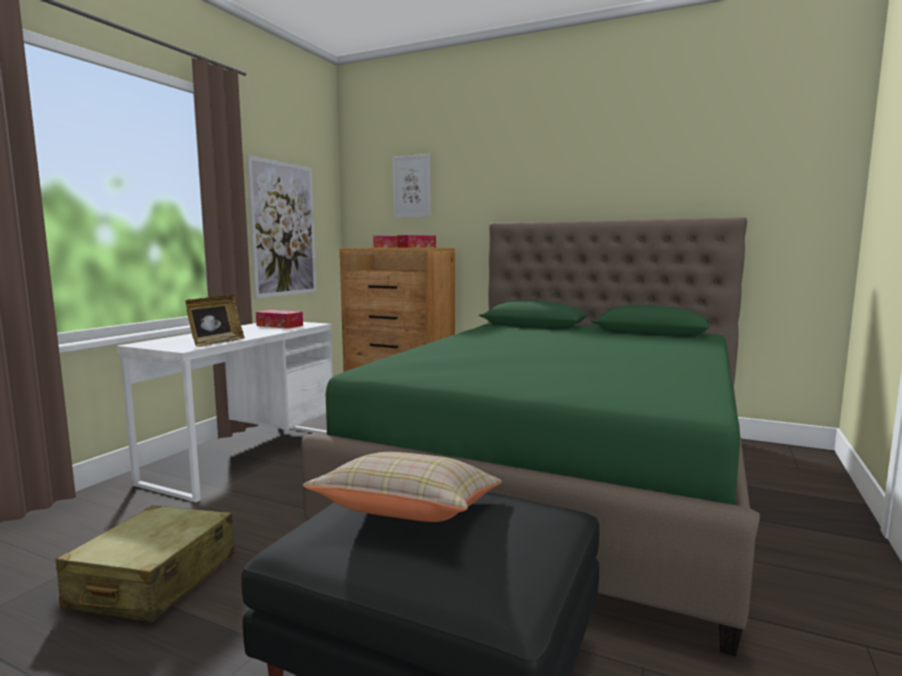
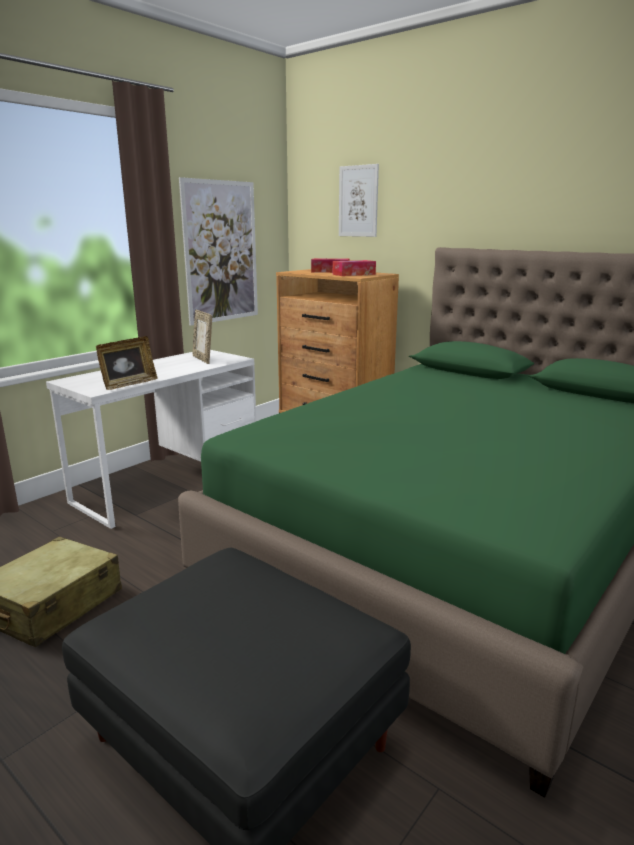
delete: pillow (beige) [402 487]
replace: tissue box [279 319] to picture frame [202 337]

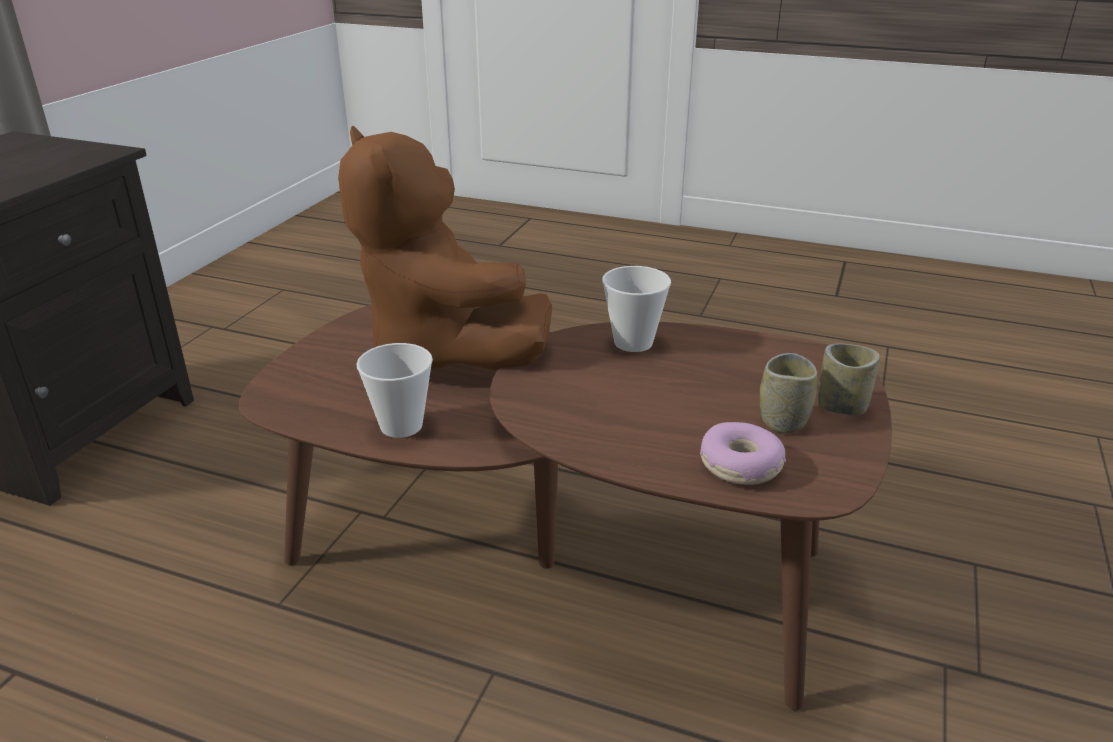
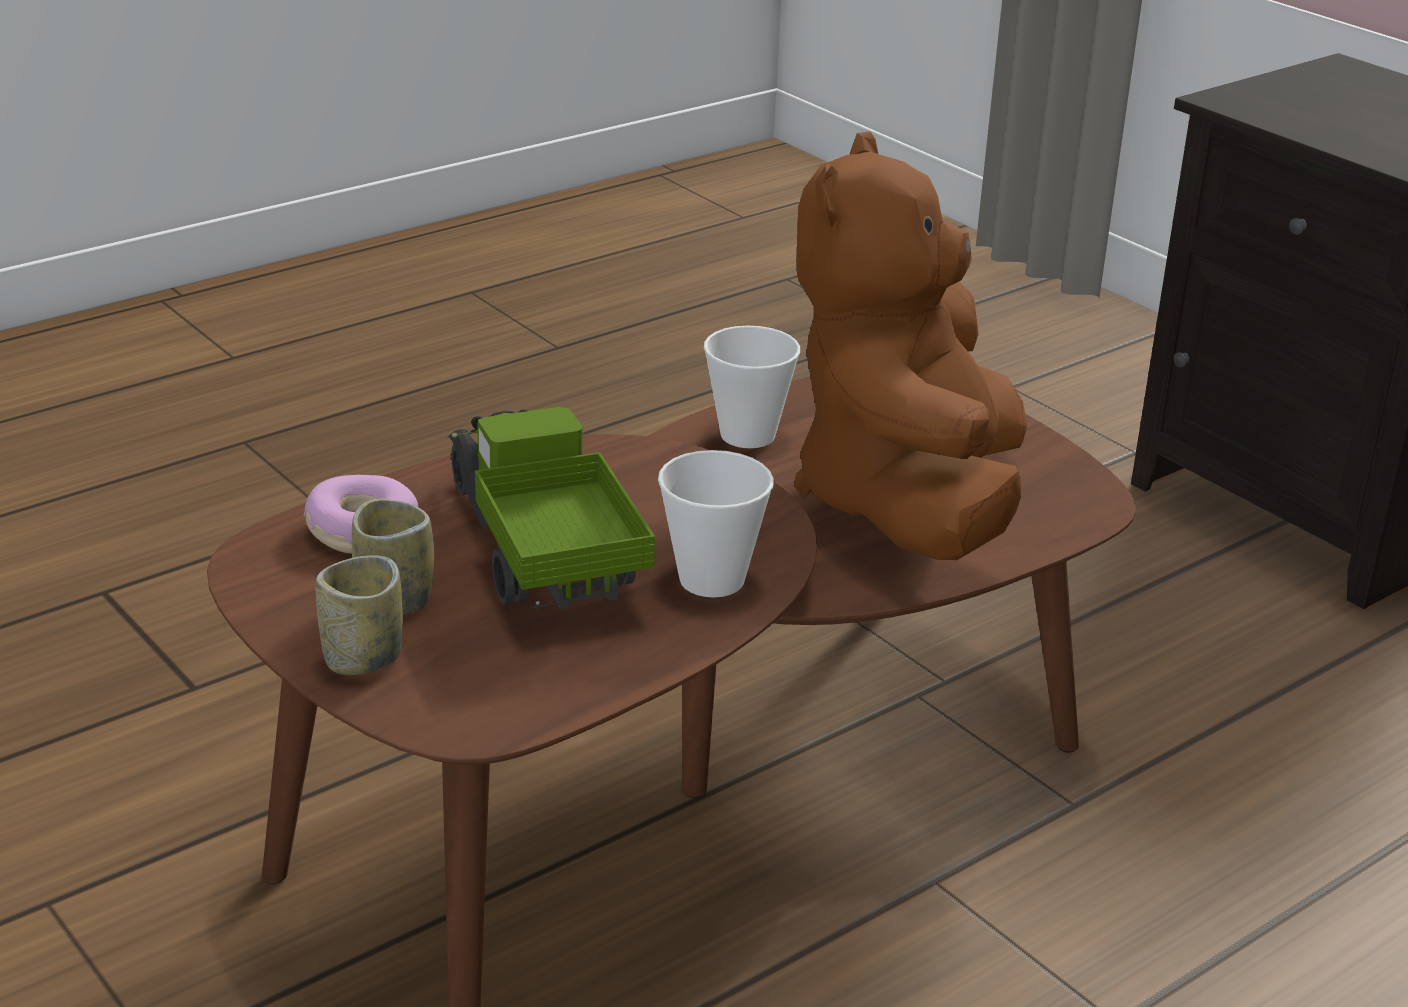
insert: toy truck [551 509]
rotate: plush toy (brown) [445 247] = [910 345] 75 degrees counterclockwise

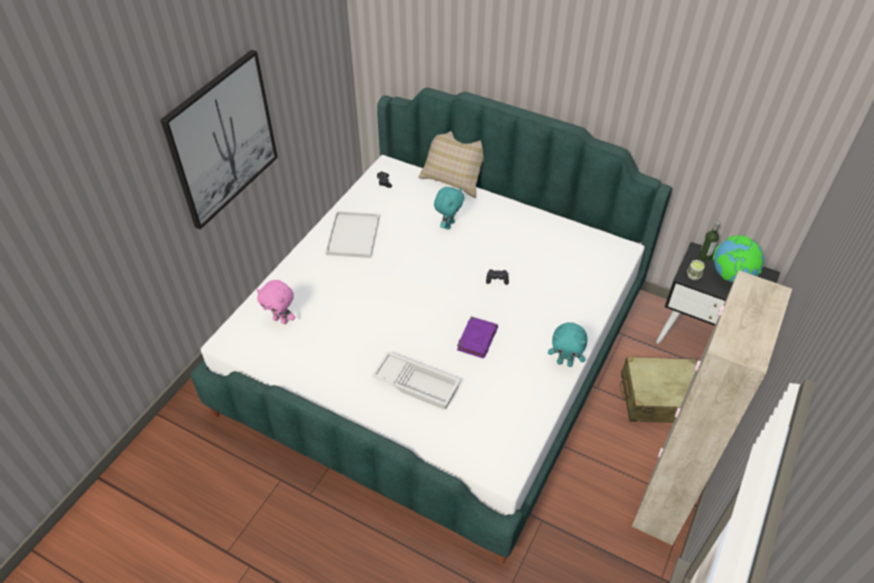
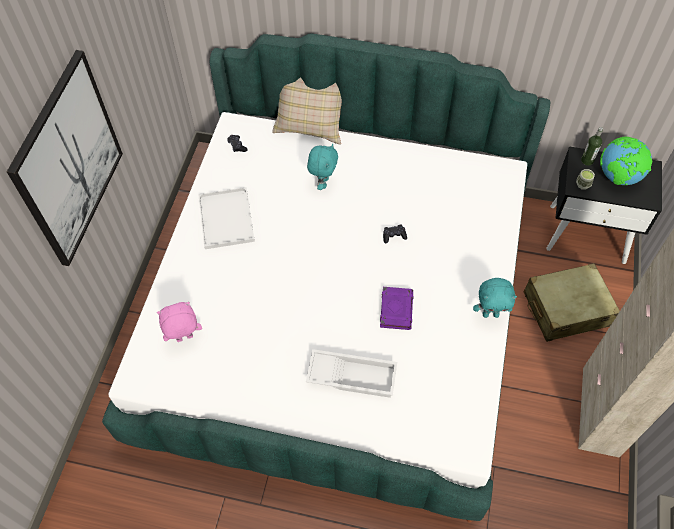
rotate: plush toy (pink) [275 302] = [179 322] 150 degrees clockwise

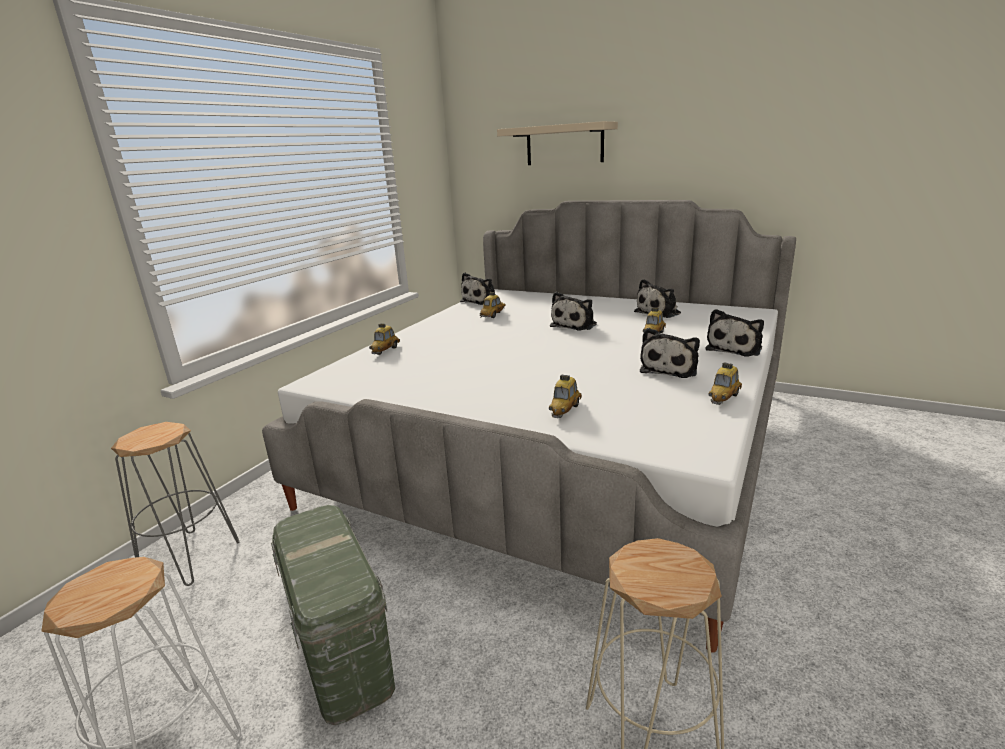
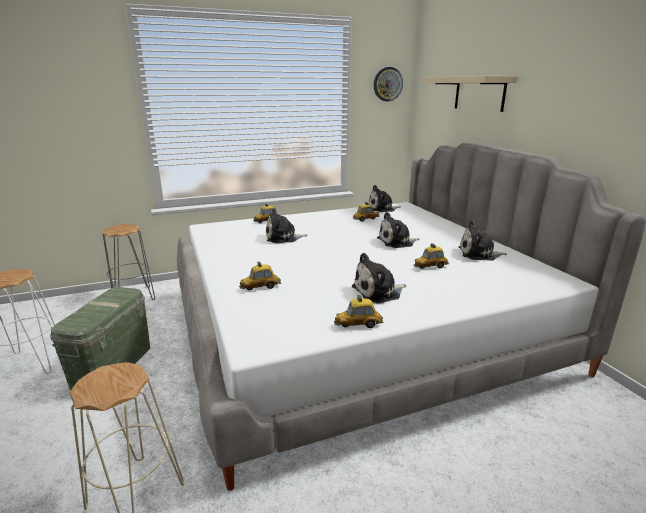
insert: wall clock [388 84]
move: plush toy [734 333] to [287 225]

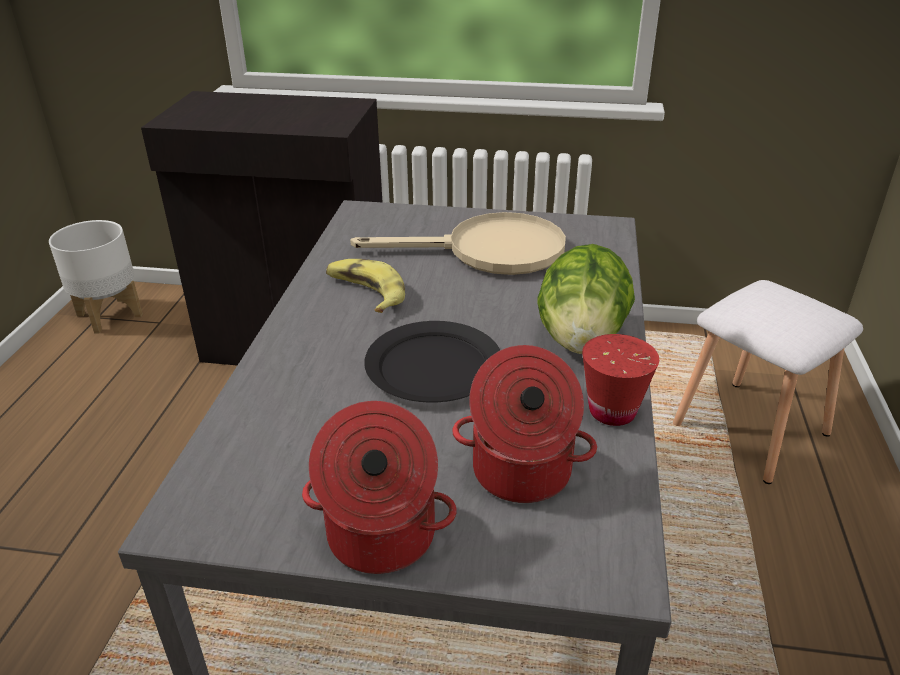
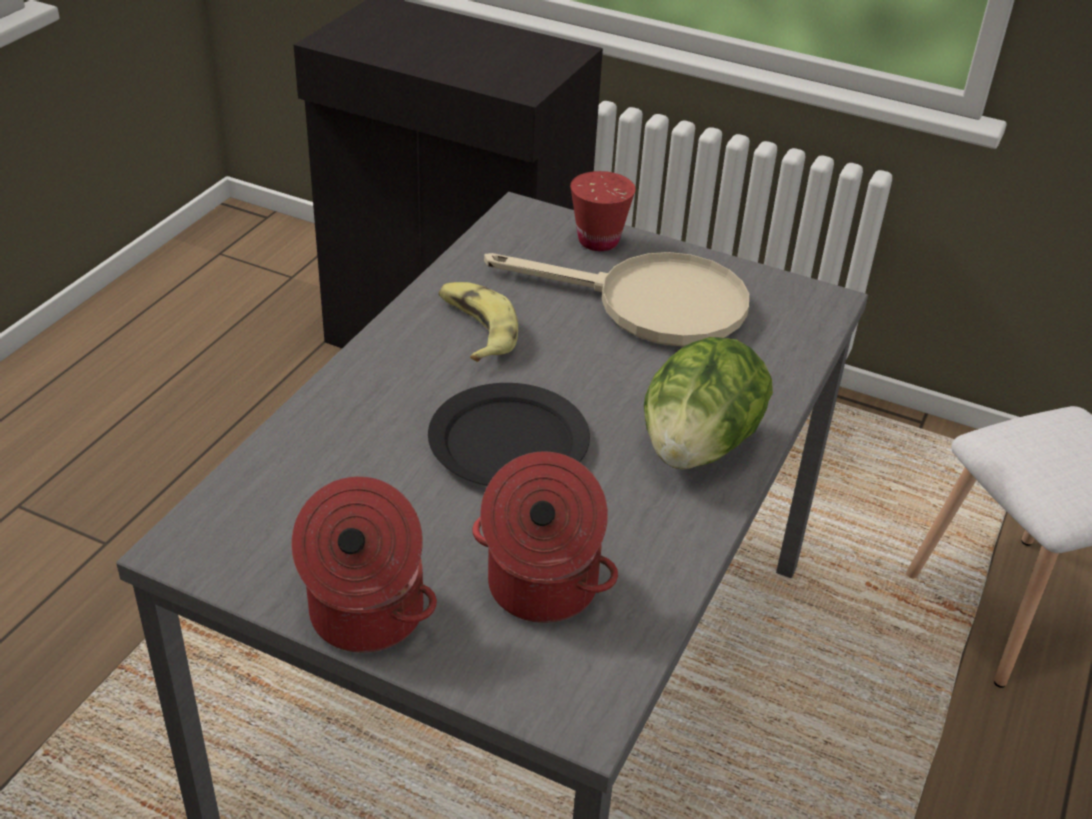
delete: planter (white) [96 276]
move: cup (red) [620 380] to [603 211]

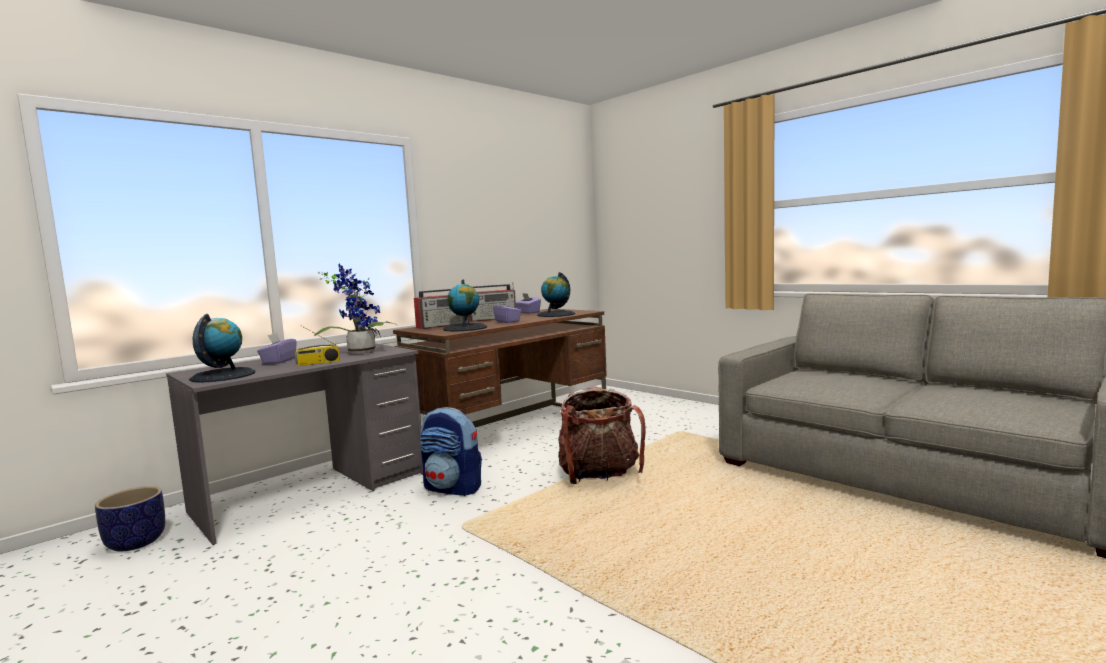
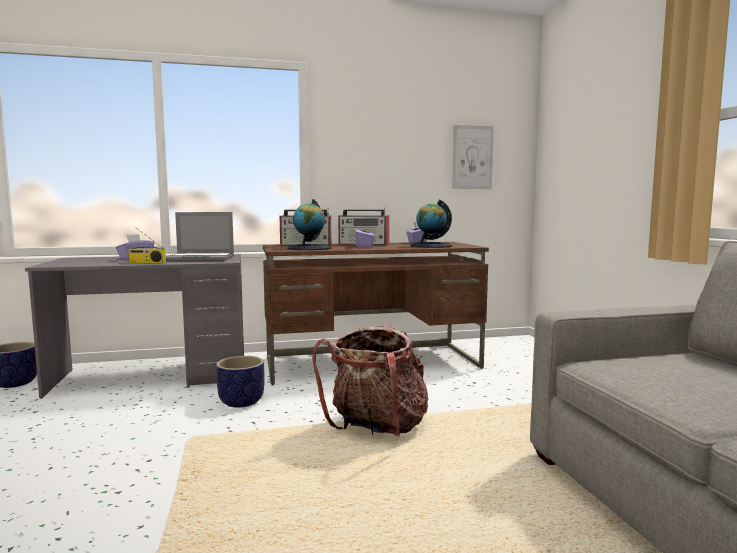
delete: globe [222 348]
insert: picture [473 157]
replace: potted plant [355 308] to laptop [200 237]; backpack [451 451] to planter [240 382]

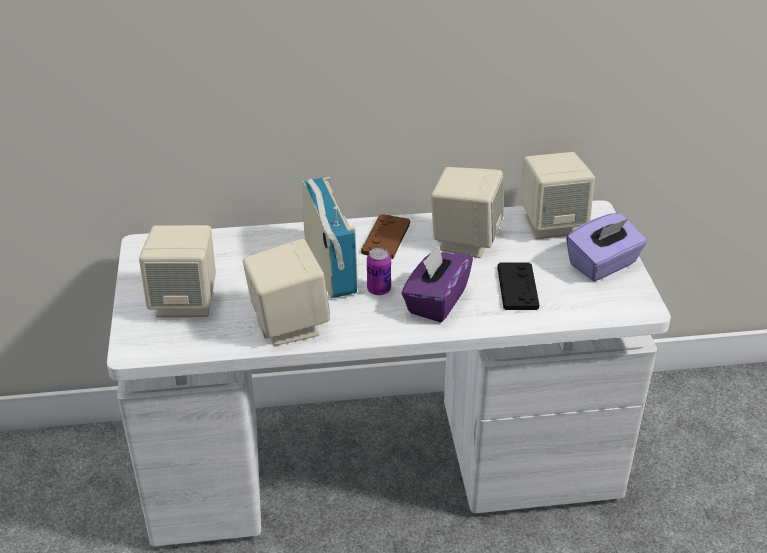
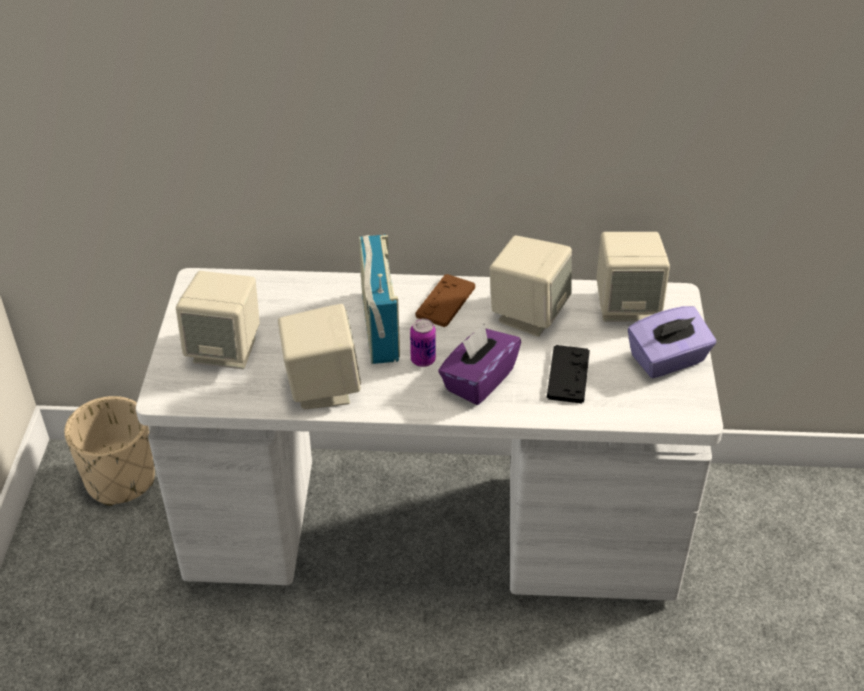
insert: planter (beige) [109 451]

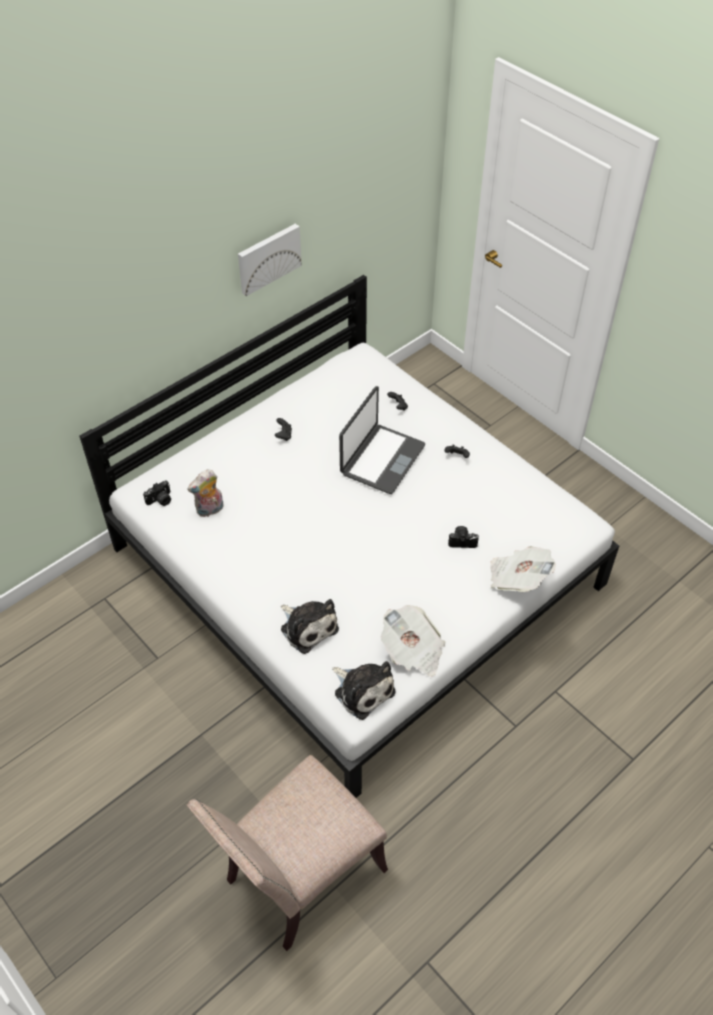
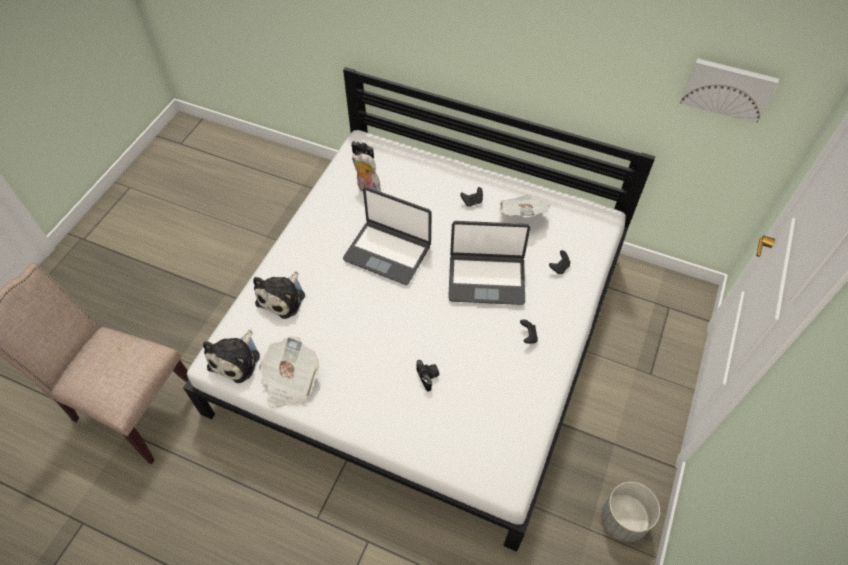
insert: laptop [387 236]; planter (grey) [630 512]
move: picture [270 260] to [729 91]; newspaper [523 569] to [524 206]

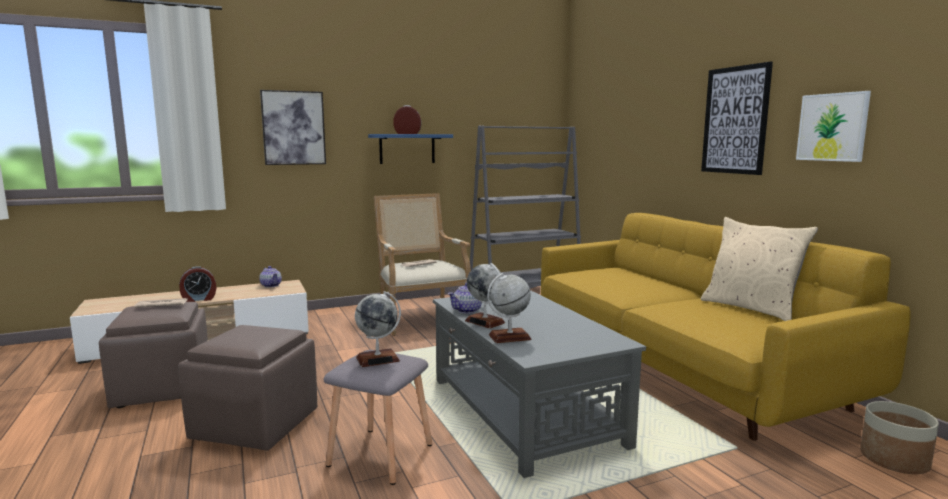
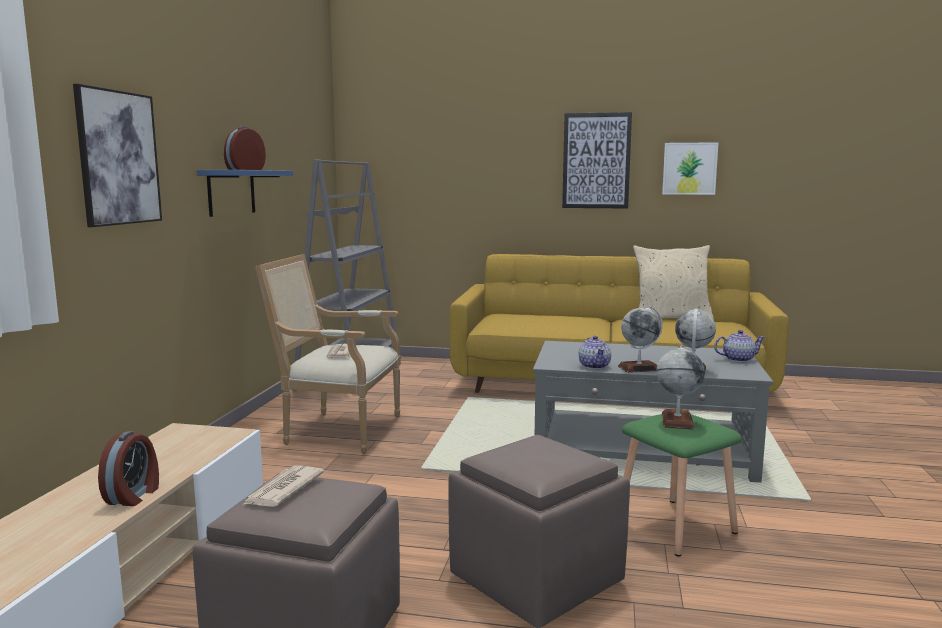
delete: planter [899 437]
move: teapot [270 277] to [739 346]
recolor: stool (grey) [378 417] to stool (green) [682 485]

